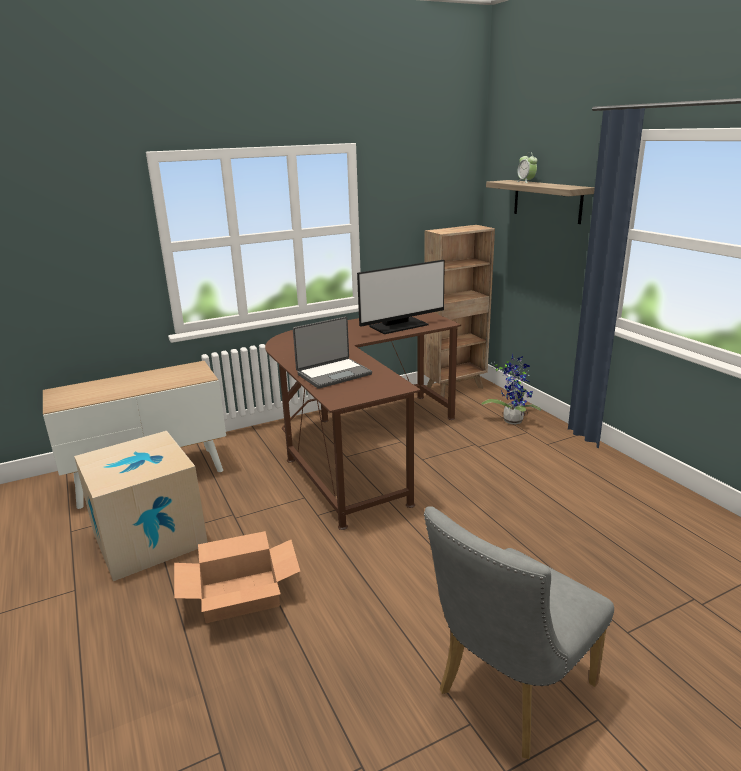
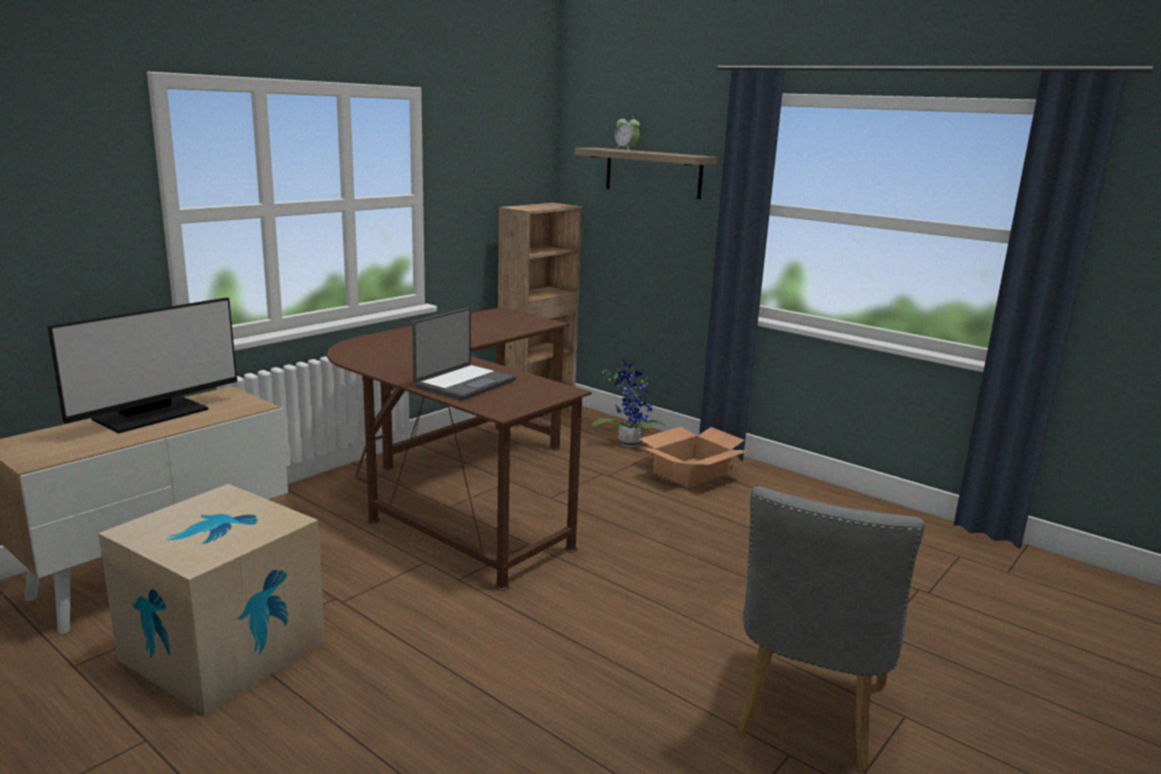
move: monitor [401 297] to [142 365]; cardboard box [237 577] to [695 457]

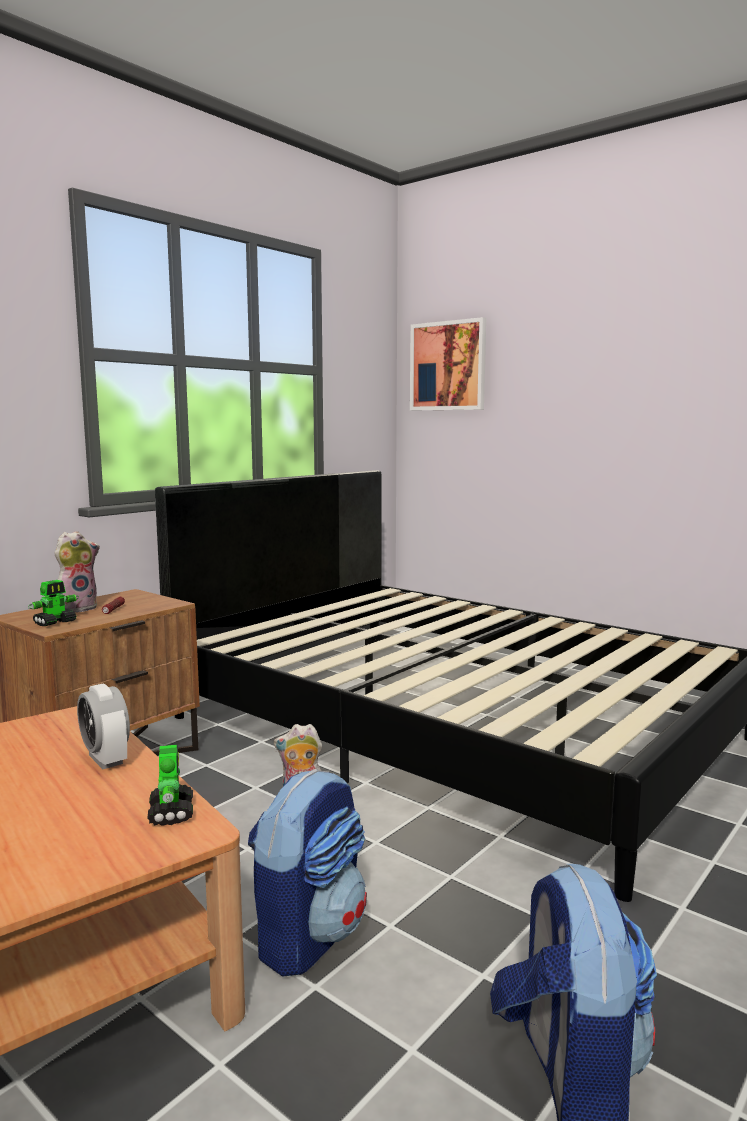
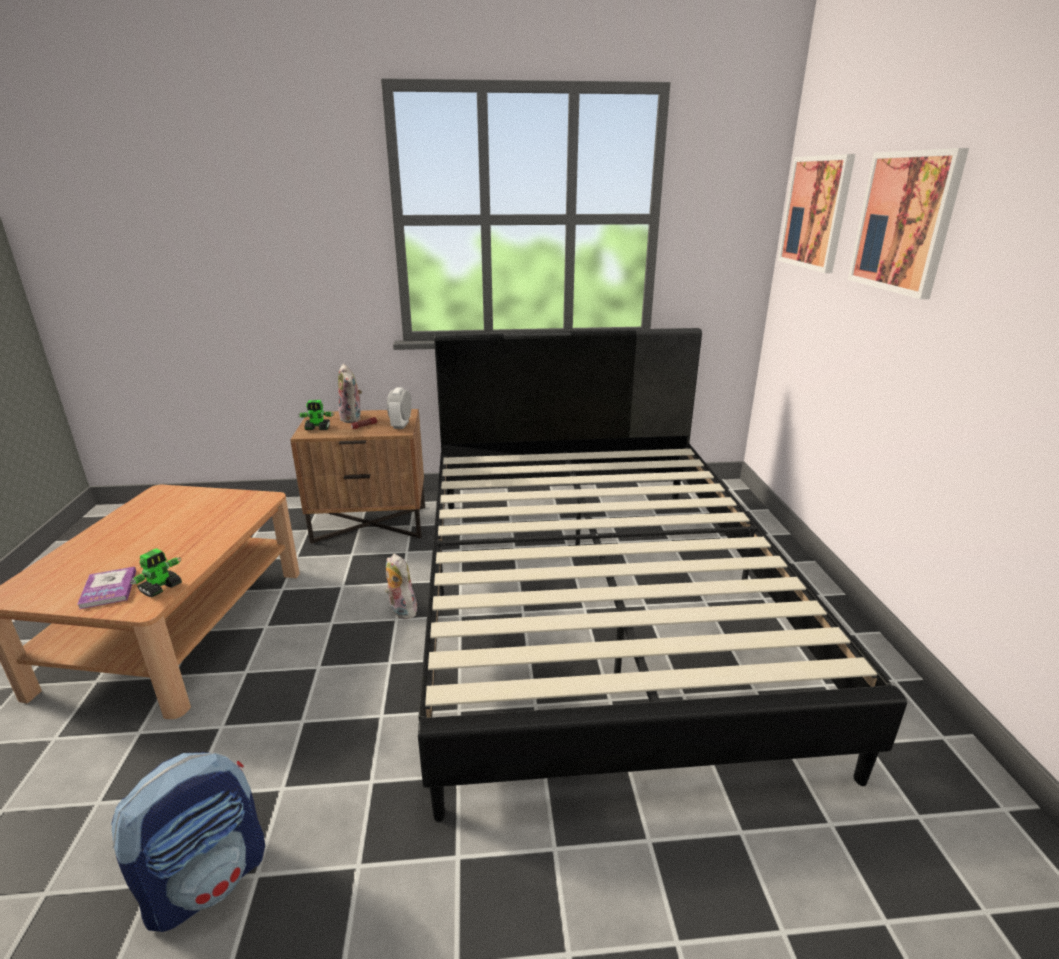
delete: backpack [307 872]
insert: picture [908 223]; book [106 587]
move: alarm clock [103 726] to [399 408]
rotate: plush toy [77 572] = [350 393] 60 degrees clockwise

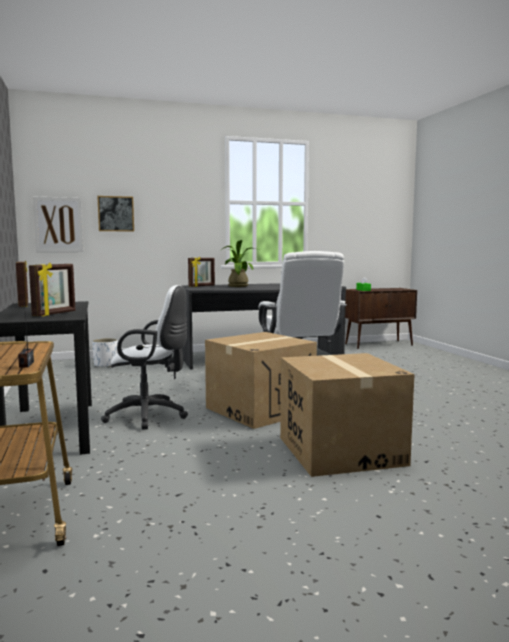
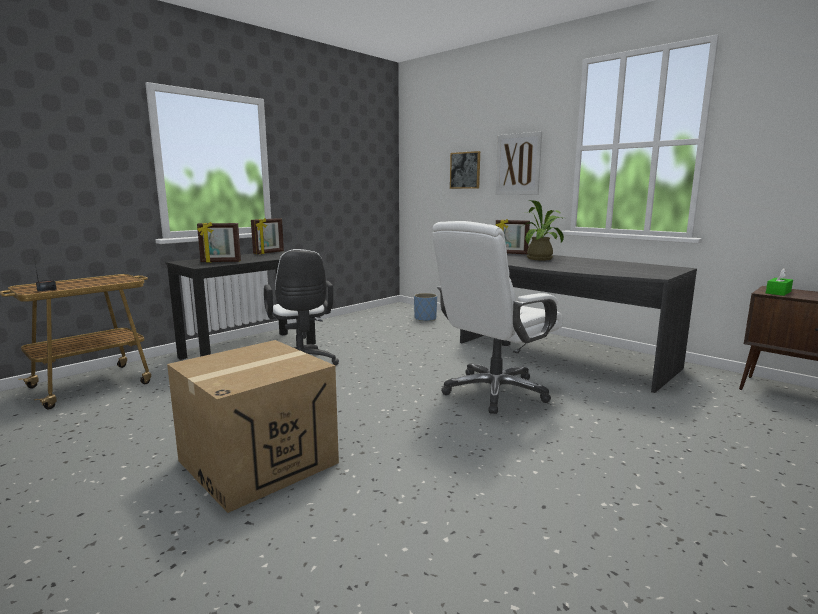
delete: cardboard box [261 380]
move: picture [58 224] to [519 163]
recolor: planter (white) [105 353] to planter (blue) [425 307]

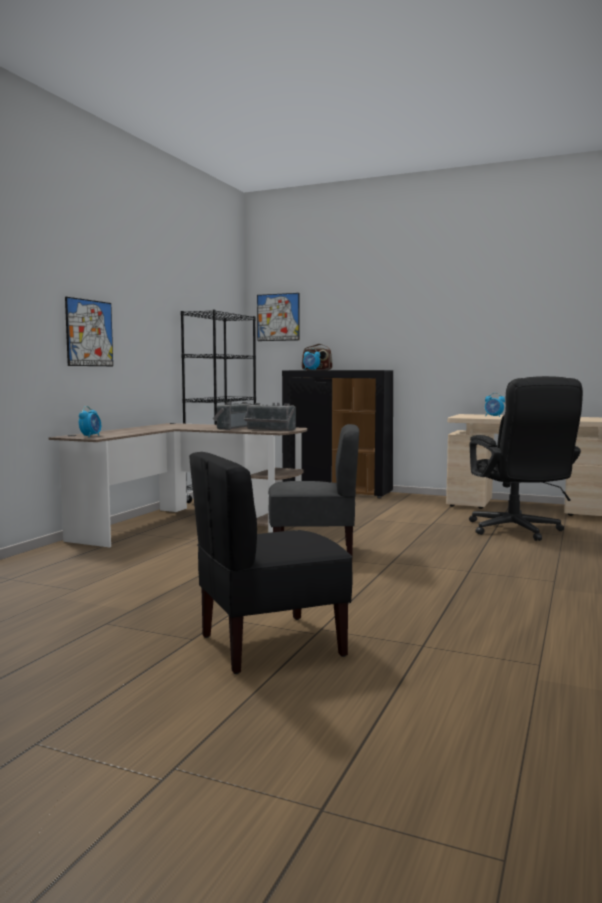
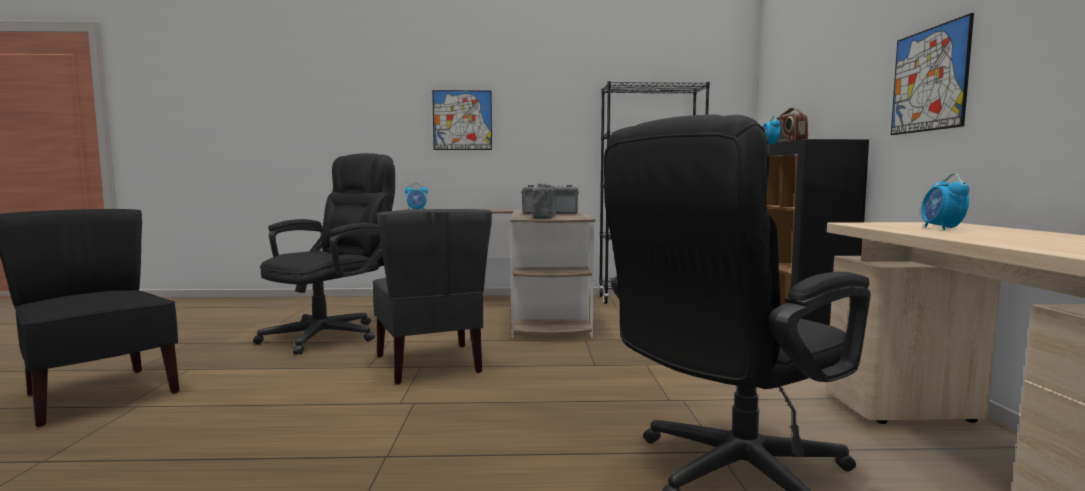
insert: office chair (black) [324 254]
move: picture [278 317] to [932 74]

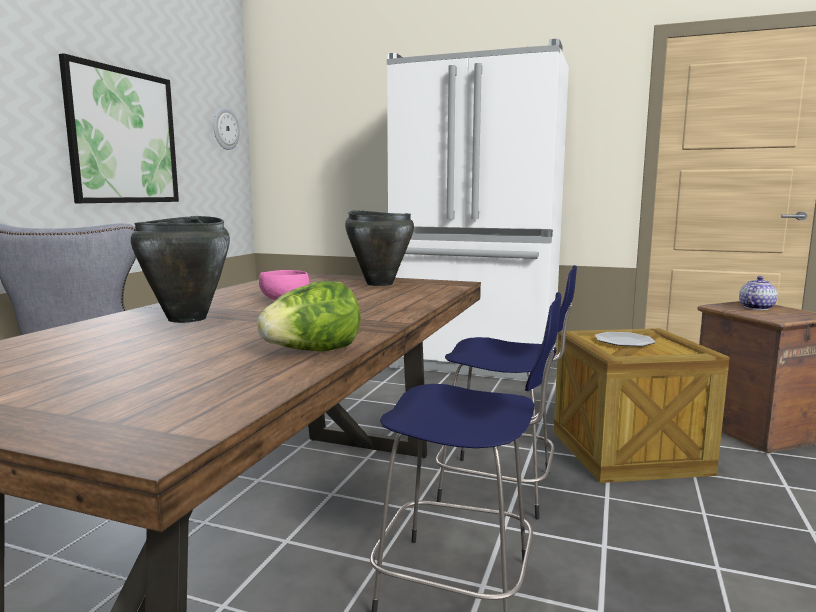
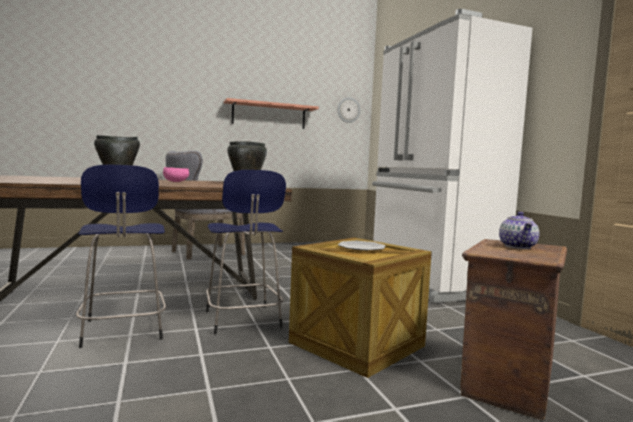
delete: lettuce [309 316]
replace: picture [119 128] to shelf [271 113]
rotate: teapot [758 293] = [519 230] 90 degrees clockwise

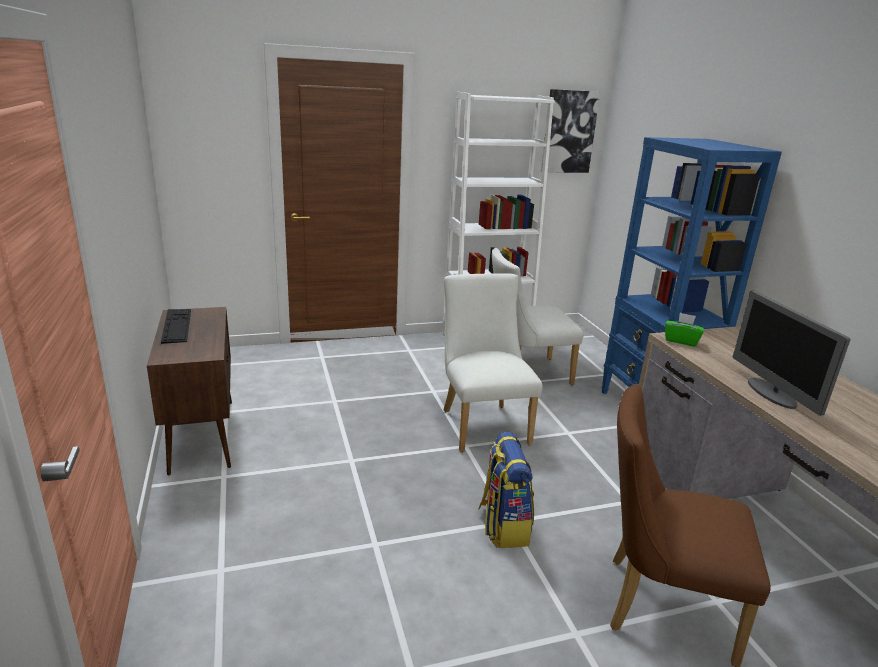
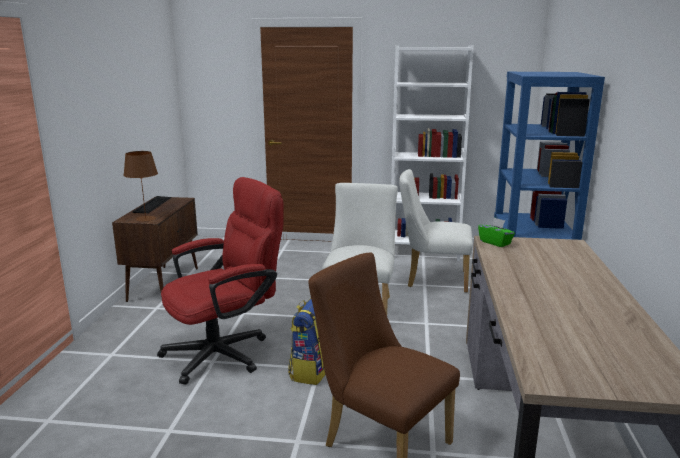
delete: picture [570 131]; monitor [792 353]
insert: table lamp (brown) [140 186]; office chair (red) [220 281]

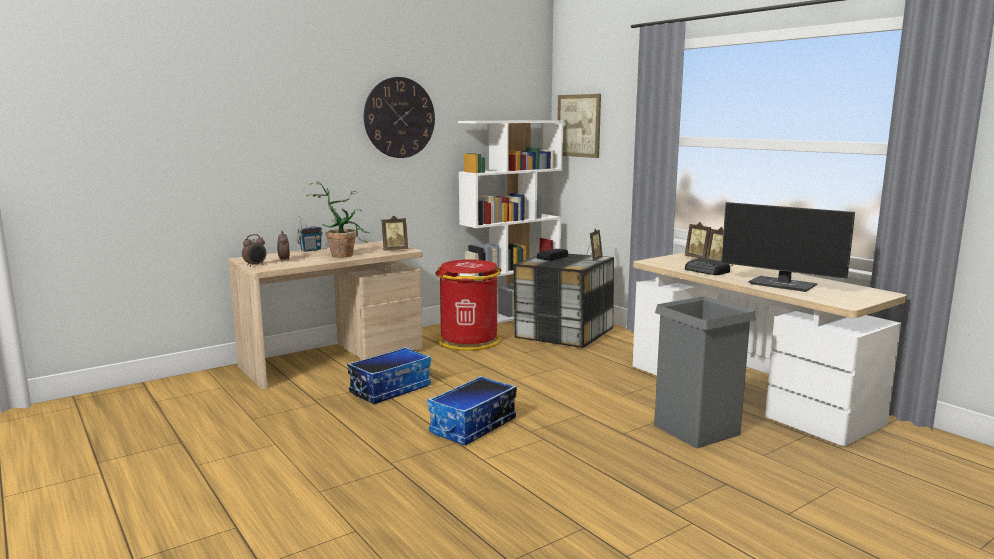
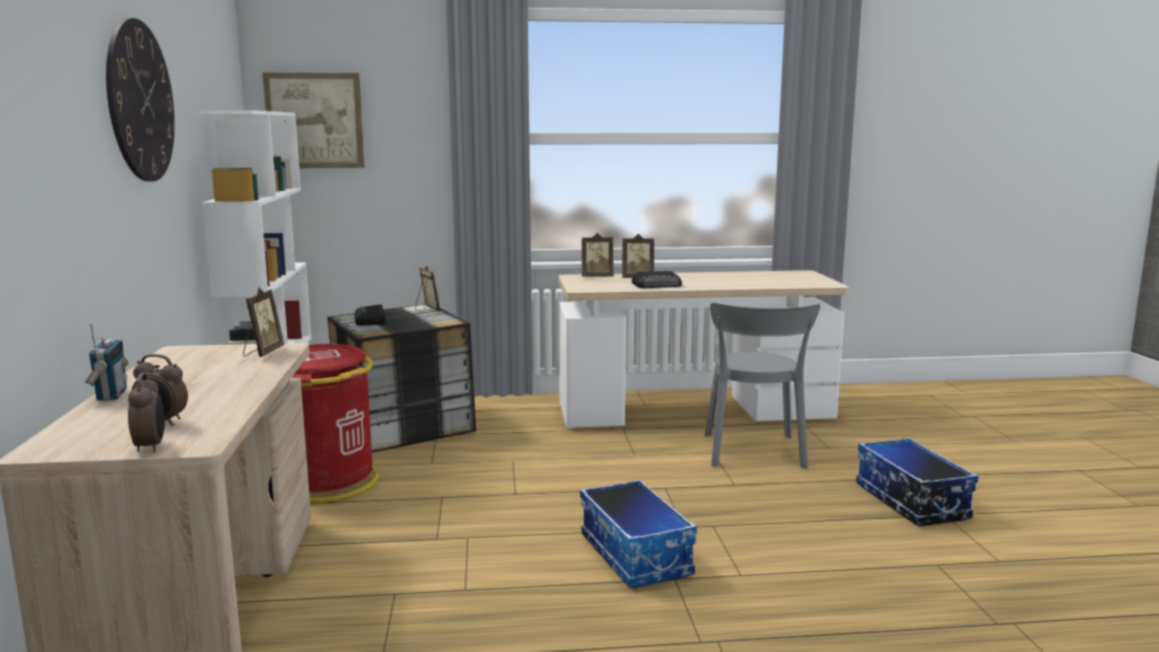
delete: potted plant [337 220]; monitor [788 247]
move: storage box [389 375] to [917 482]
replace: trash can (grey) [705 372] to chair (grey) [762 385]

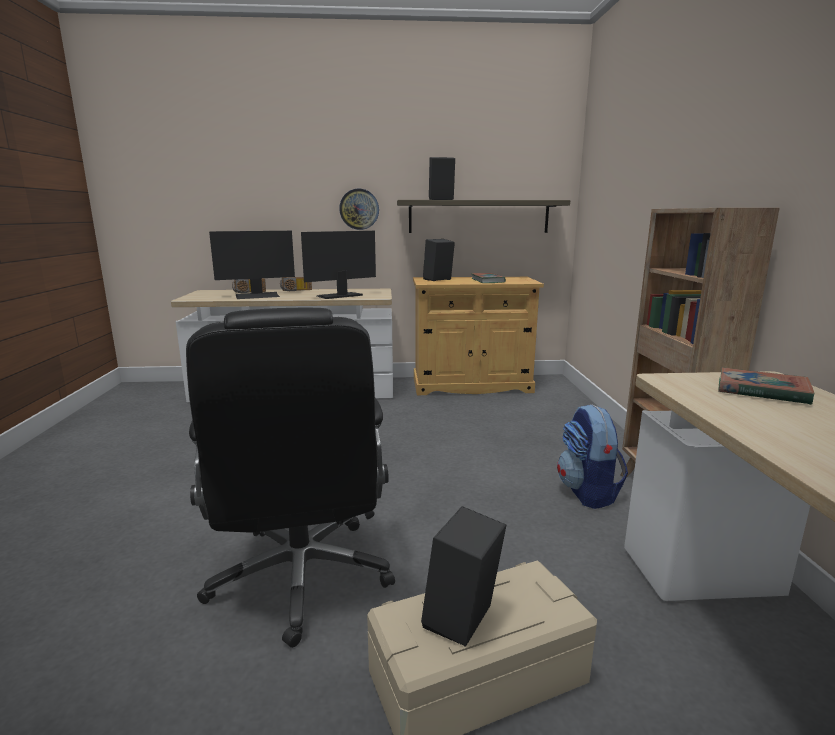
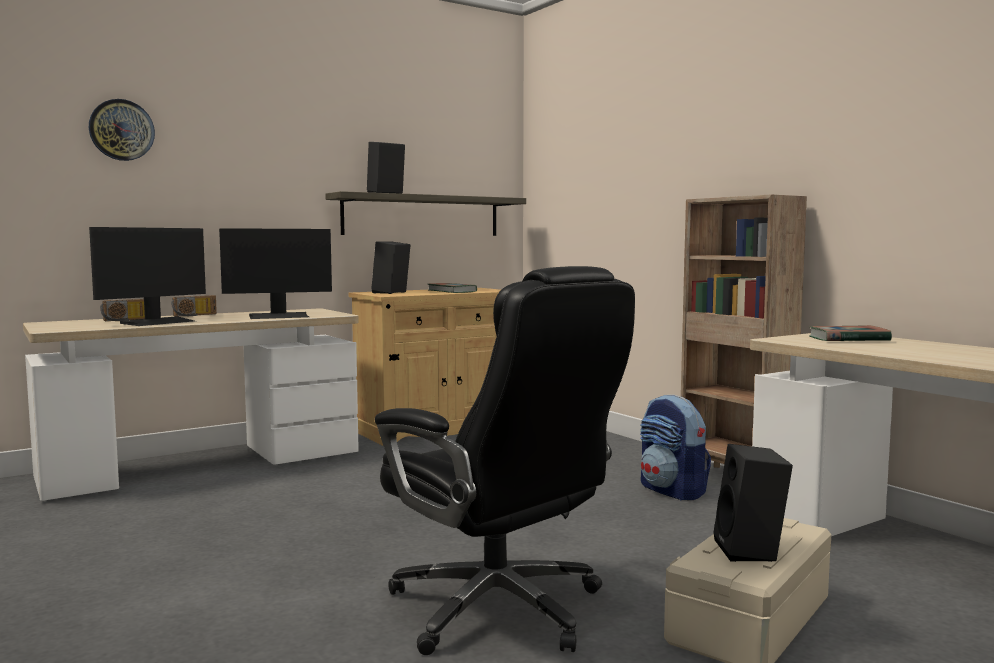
move: wall clock [359 209] to [122 130]
rotate: monitor [338 265] = [275 273] 135 degrees counterclockwise

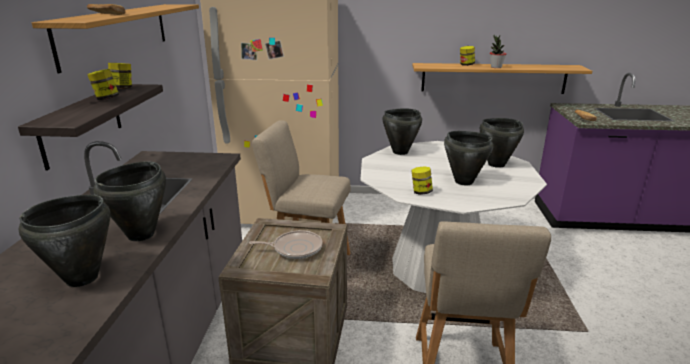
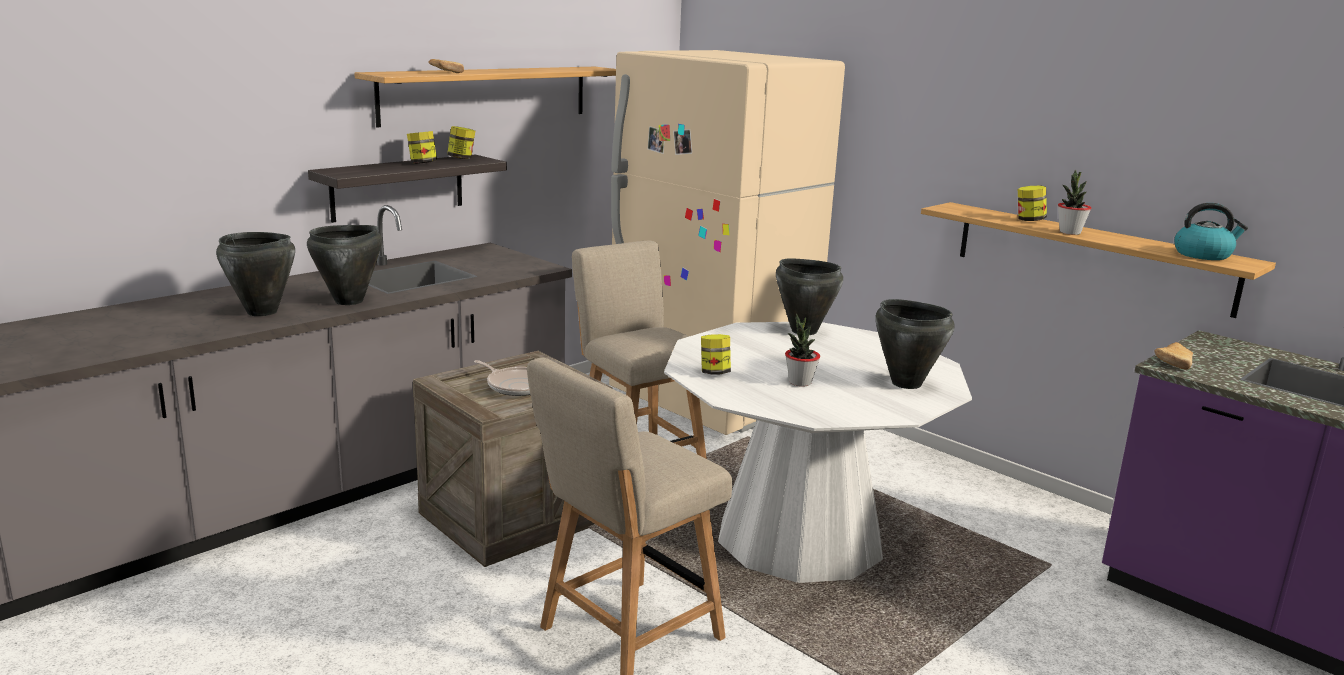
insert: kettle [1211 231]
replace: cooking pot (black) [468 158] to potted plant [802 350]

